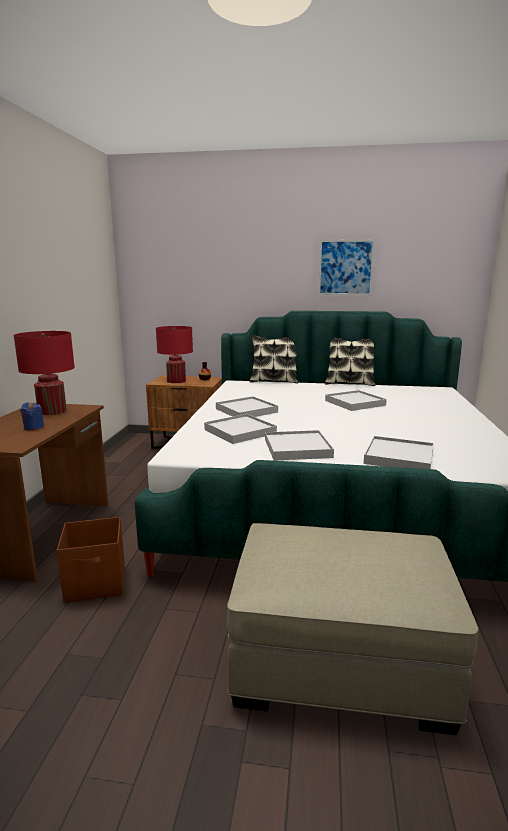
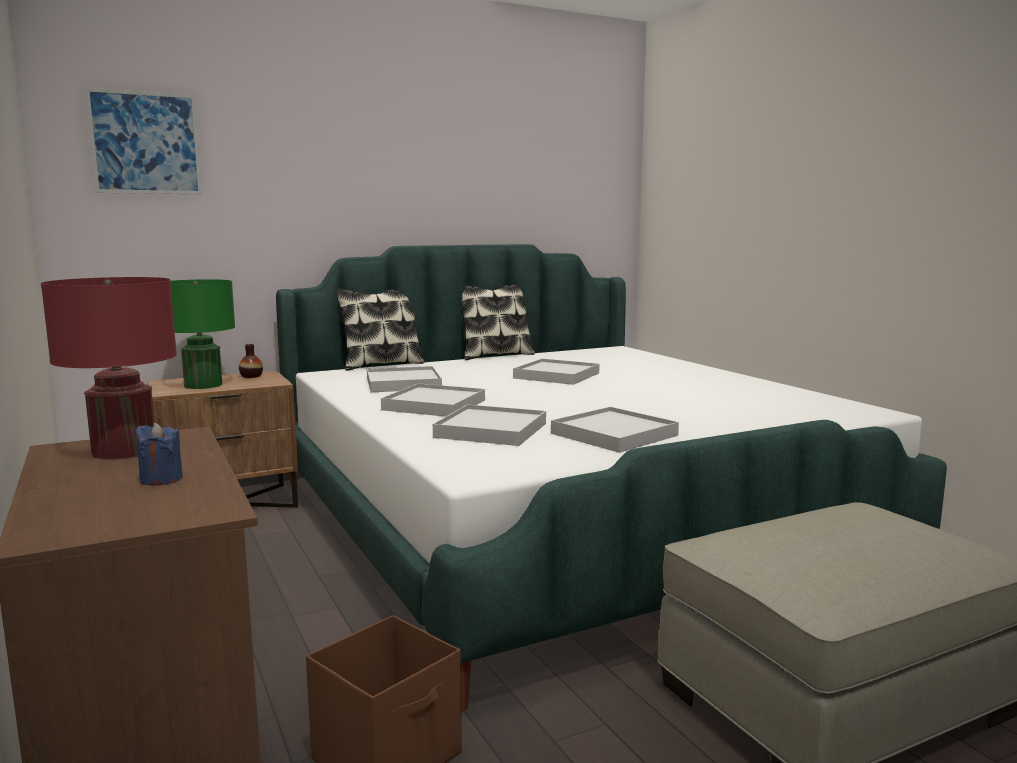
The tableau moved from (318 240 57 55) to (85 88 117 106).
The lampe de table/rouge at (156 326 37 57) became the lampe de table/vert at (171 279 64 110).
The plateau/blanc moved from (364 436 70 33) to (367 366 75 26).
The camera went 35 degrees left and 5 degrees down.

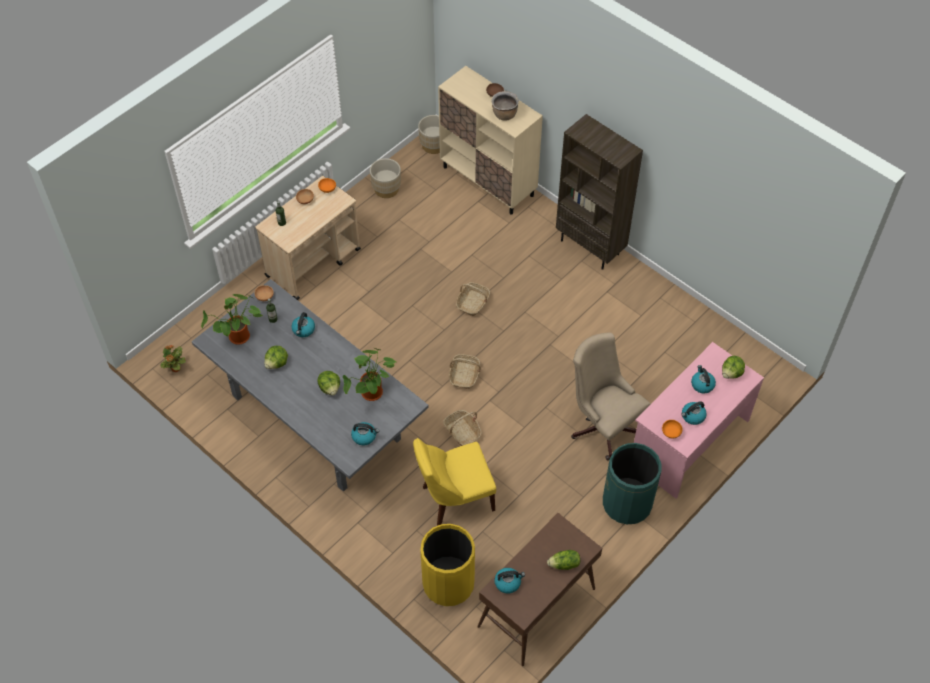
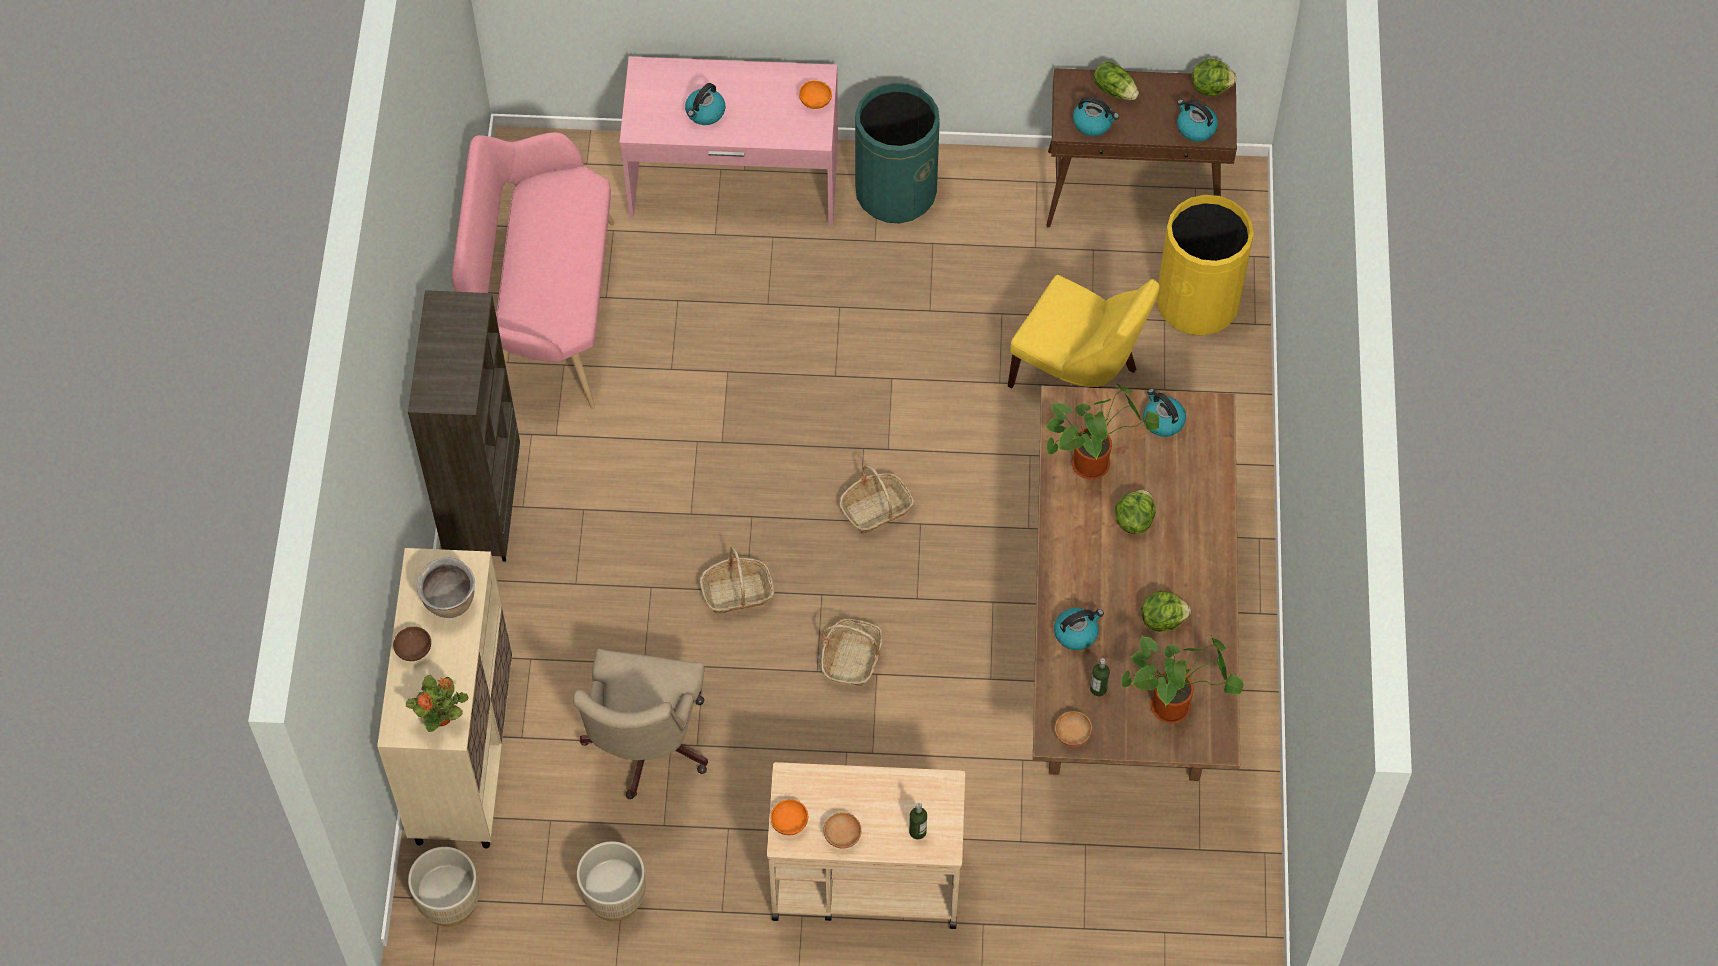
The table à manger/gris at (192 279 237 213) became the table à manger/marron at (1033 386 207 395).
The chaise de bureau/beige moved from (571 332 80 128) to (573 649 135 150).
The plante en pot moved from (160 345 26 27) to (406 674 62 58).
The laitue moved from (722 356 23 23) to (1192 58 45 38).
The bouilloire moved from (681 401 26 24) to (1073 97 46 39).
The panier moved from (443 410 39 36) to (821 619 62 67).
The banc/rose at (452 132 163 277) appeared.
The camera went 130 degrees left and 5 degrees up.

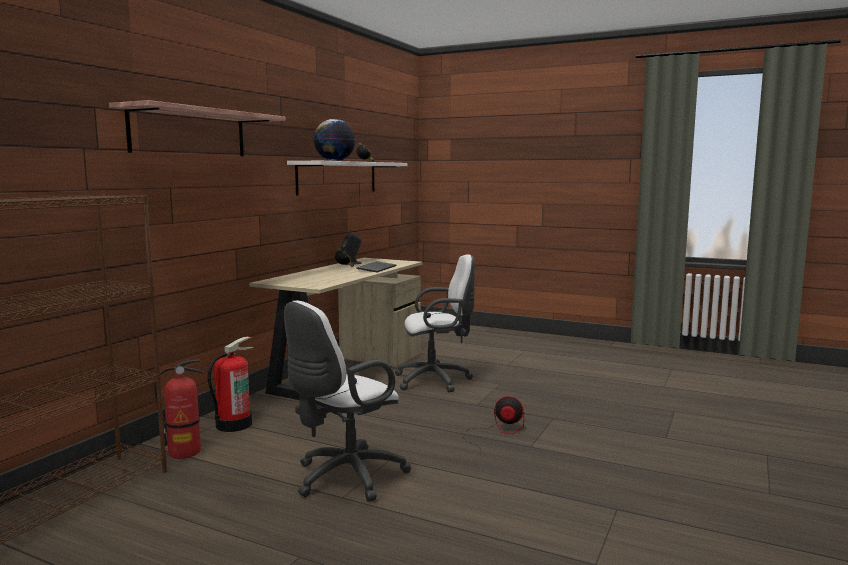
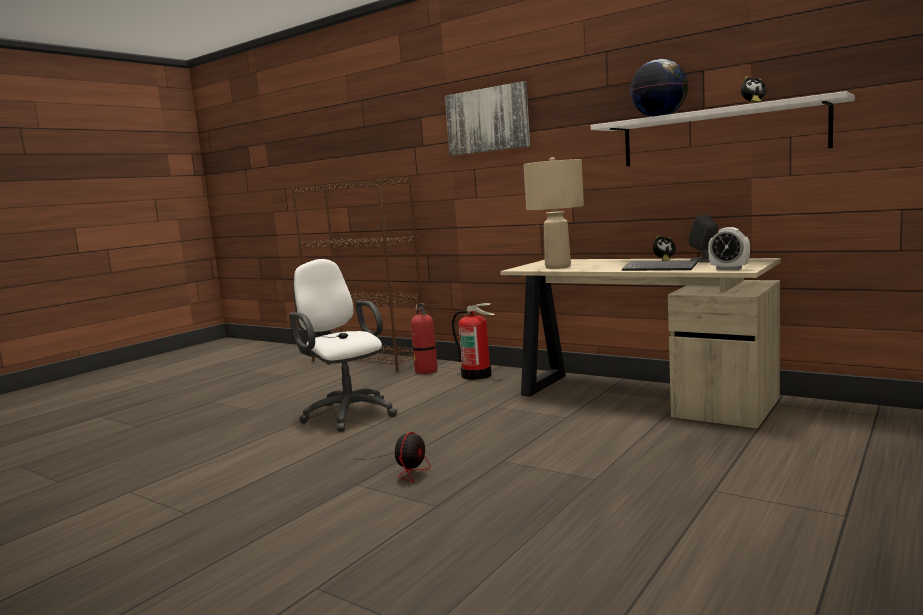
The étagère at (109 100 177 56) was replaced by the tableau at (445 81 85 74).
The chaise de bureau/blanc at (395 254 80 138) disappeared.
The lampe de table/beige at (523 157 61 112) appeared.
The réveil at (708 227 42 43) appeared.
The camera went 100 degrees right and 0 degrees up.

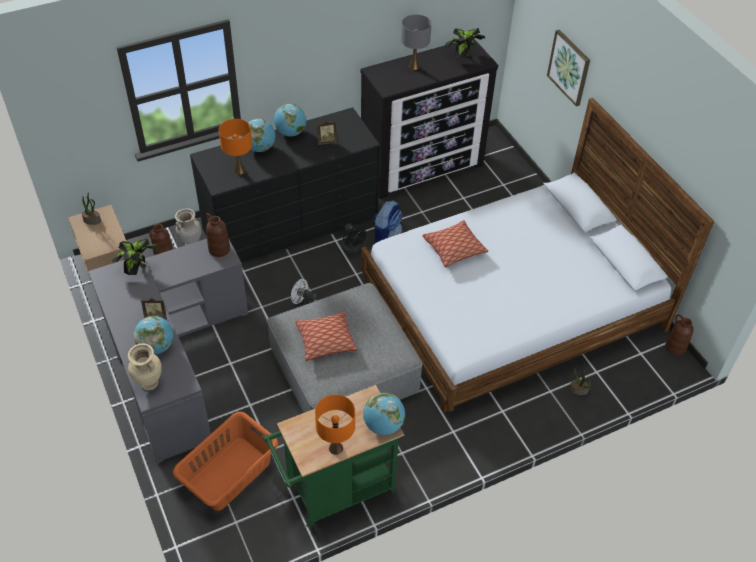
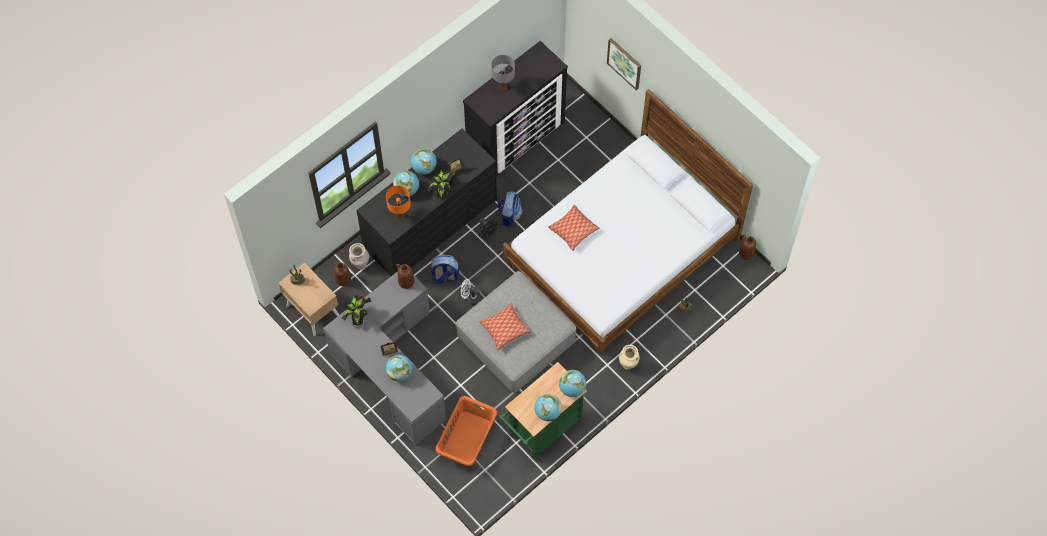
The plante en pot moved from (445 28 40 30) to (427 170 31 29).
The vase/beige moved from (128 343 34 47) to (619 345 21 25).
The lampe de table/orange at (315 395 40 60) was replaced by the globe at (535 394 27 28).
The sac à dos at (430 255 29 29) appeared.
The camera went 15 degrees left and 15 degrees up.

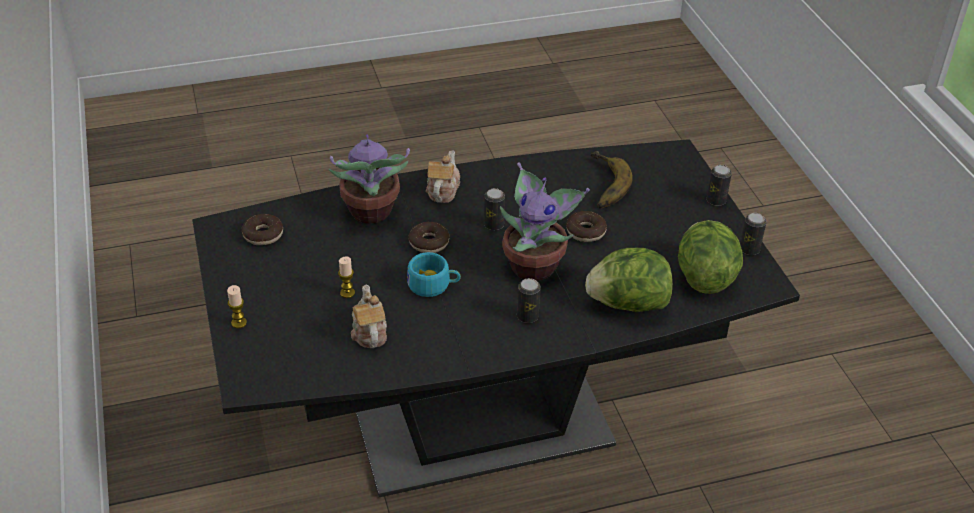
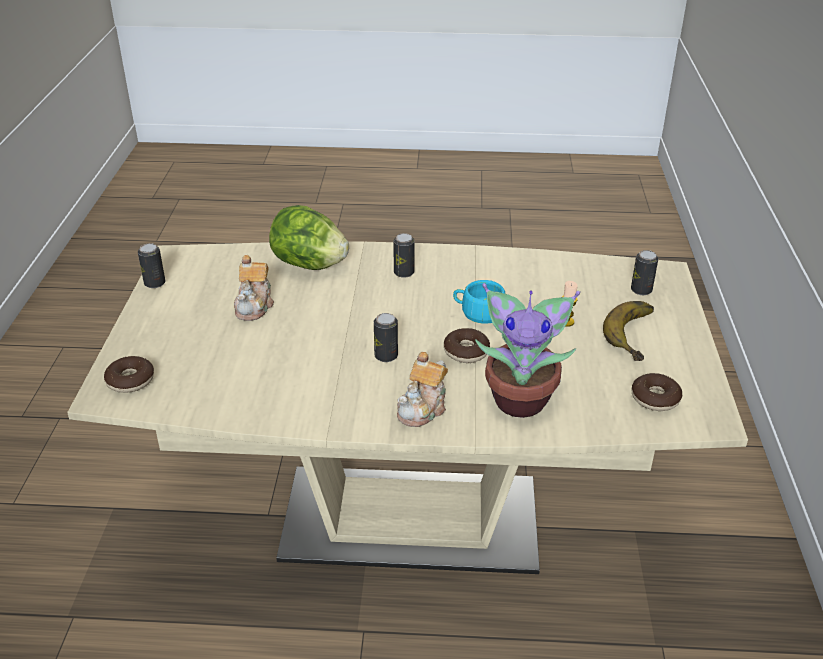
The table à manger/noir at (192 139 608 358) became the table à manger/beige at (67 242 681 332).
The banane moved from (591 151 42 57) to (603 301 51 60).
The plante en pot at (500 162 90 119) disappeared.
The boîte métallique moved from (707 165 25 41) to (631 250 27 45).
The beignet moved from (566 211 41 31) to (104 356 50 37).
The laitue at (678 220 65 74) disappeared.
The bougie at (227 285 20 43) disappeared.
The théière moved from (351 285 36 63) to (234 255 40 66).
The camera went 160 degrees left and 5 degrees down.

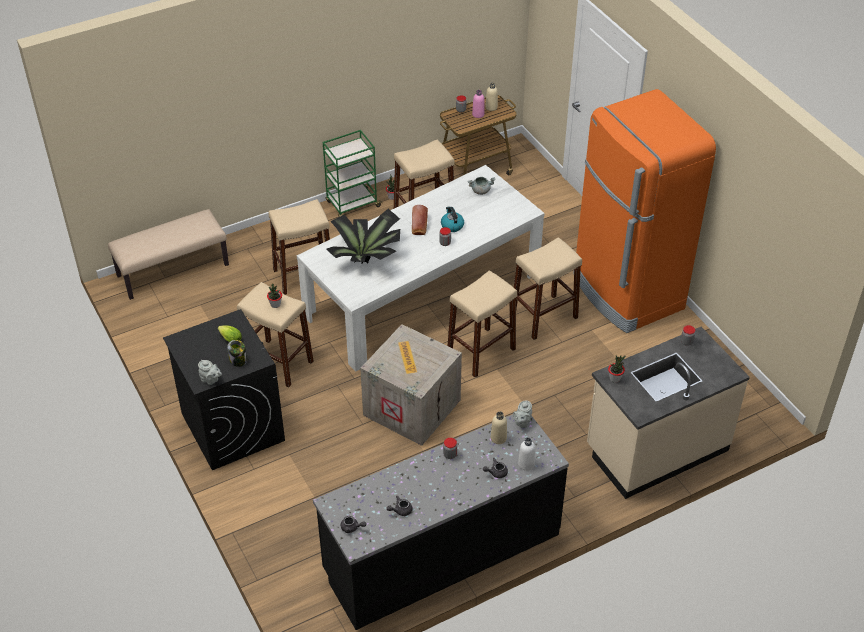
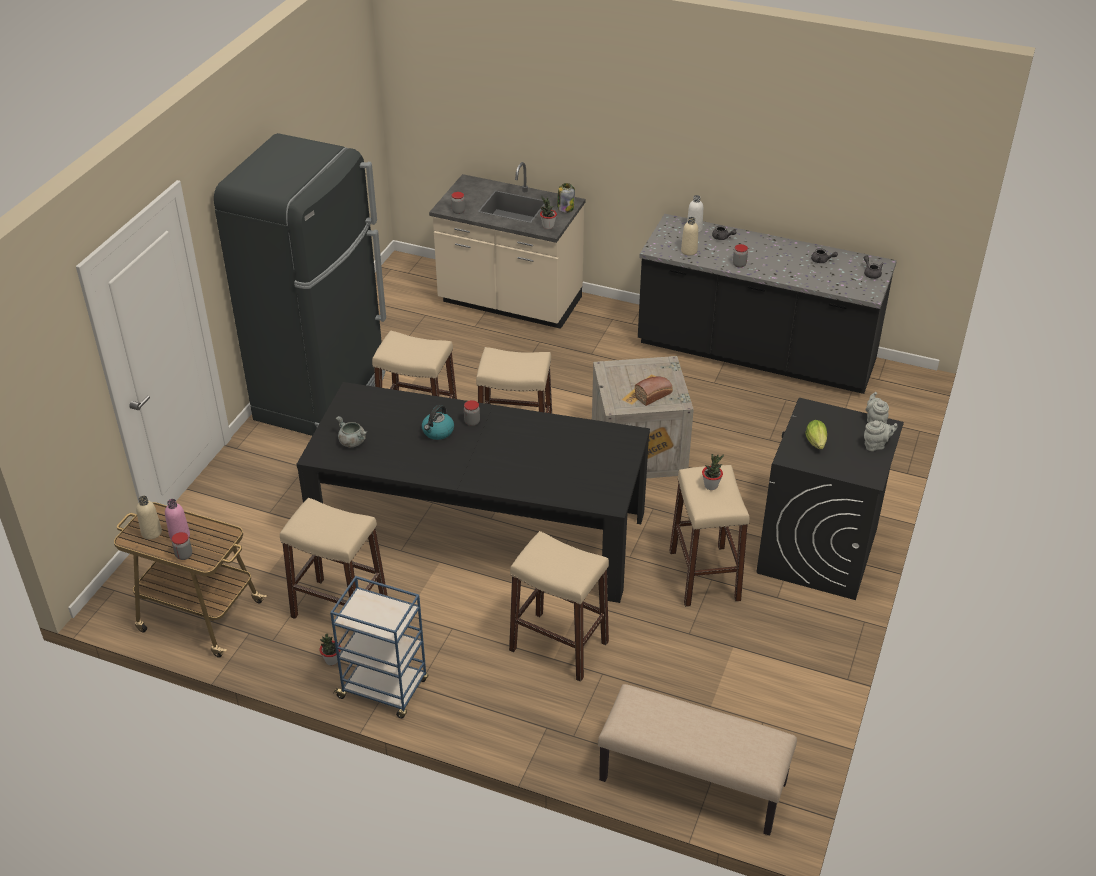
The réfrigérateur/orange at (573 89 143 244) became the réfrigérateur/noir at (214 133 172 303).
The chariot/vert at (323 130 58 87) became the chariot/bleu at (330 576 98 142).
The table à manger/blanc at (297 165 248 207) became the table à manger/noir at (296 382 354 221).
The pain moved from (412 205 16 30) to (635 376 38 30).
The plante en pot at (326 209 74 56) disappeared.
The bocal moved from (227 340 20 27) to (557 183 18 30).
The théière/gris moved from (513 400 19 28) to (864 420 34 31).
The camera went 130 degrees left and 5 degrees down.

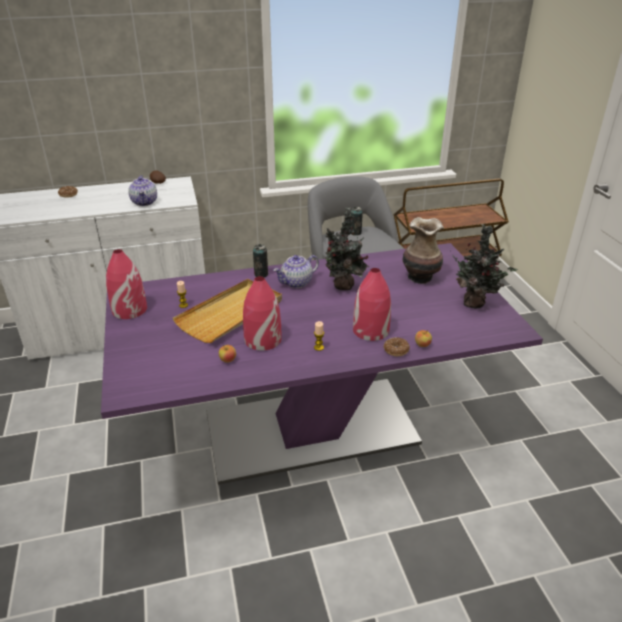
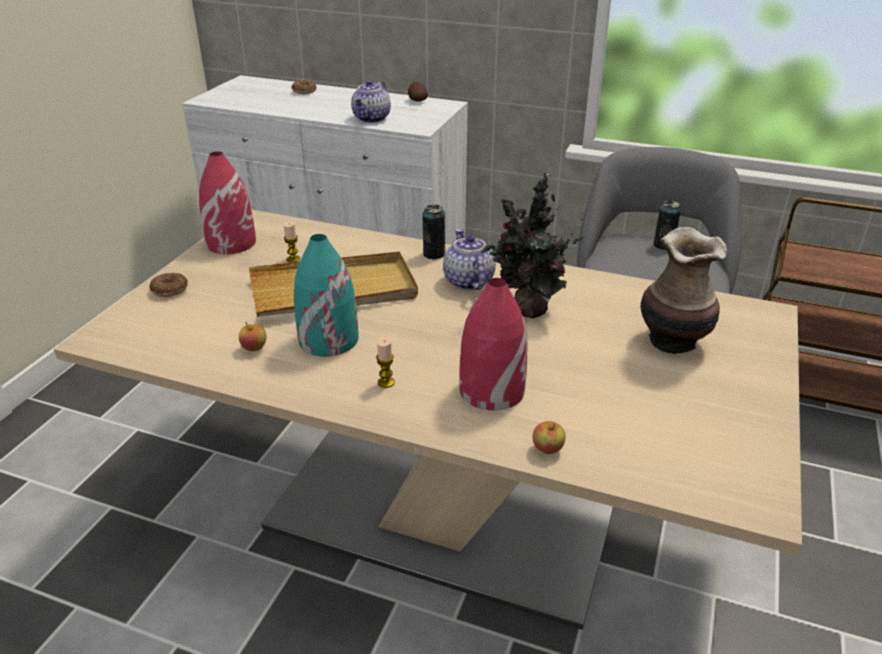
The plante en pot at (450 224 67 84) disappeared.
The table à manger/violet at (101 243 442 242) became the table à manger/beige at (54 209 748 421).
The théière at (273 255 46 33) turned 75 degrees clockwise.
The vase/rouge at (243 276 39 75) became the vase/turquoise at (294 234 64 123).
The beignet moved from (384 337 26 19) to (150 273 38 24).
The camera went 35 degrees right and 0 degrees up.

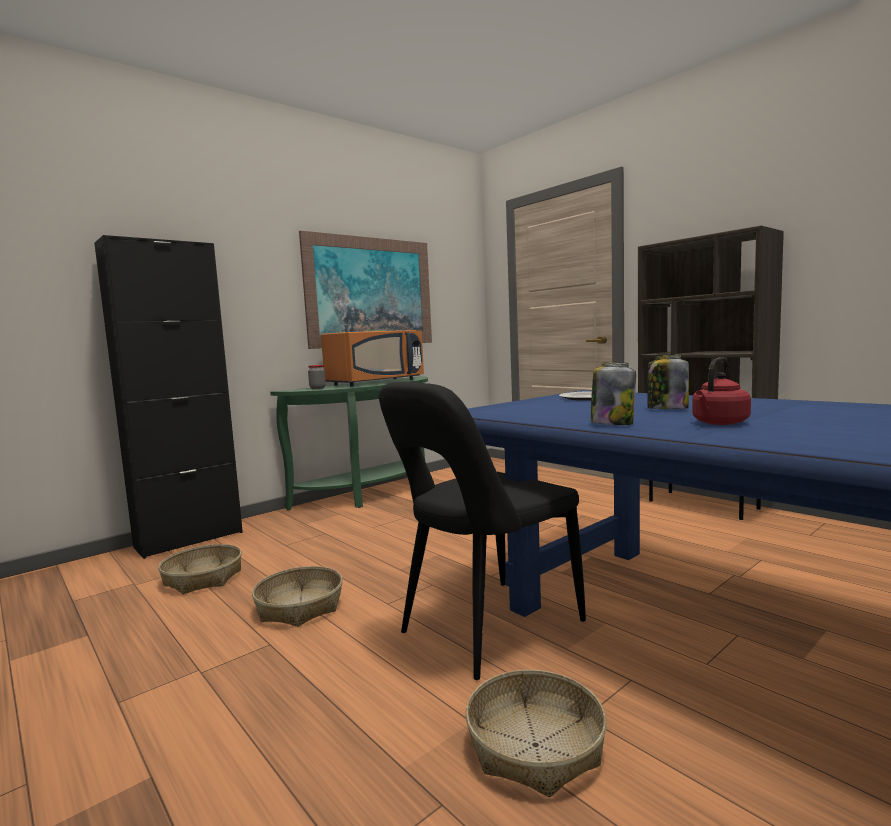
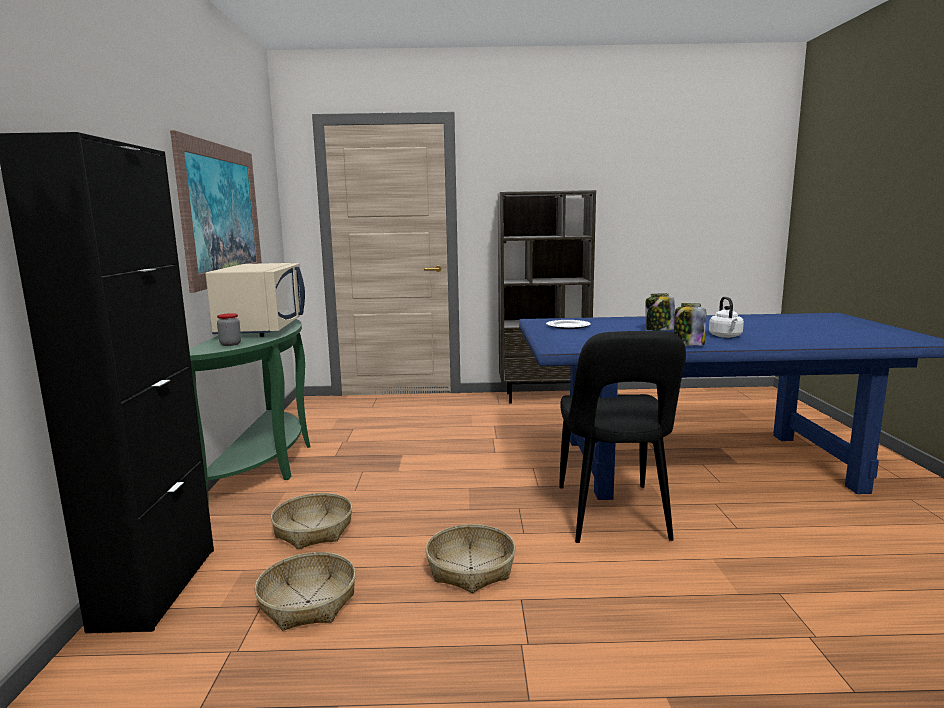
The micro-ondes/orange at (321 330 103 56) became the micro-ondes/beige at (206 263 99 74).
The bouilloire/rouge at (692 357 59 68) became the bouilloire/blanc at (709 297 35 41).
The panier moved from (466 670 141 127) to (271 493 82 56).
The camera went 50 degrees left and 5 degrees up.

